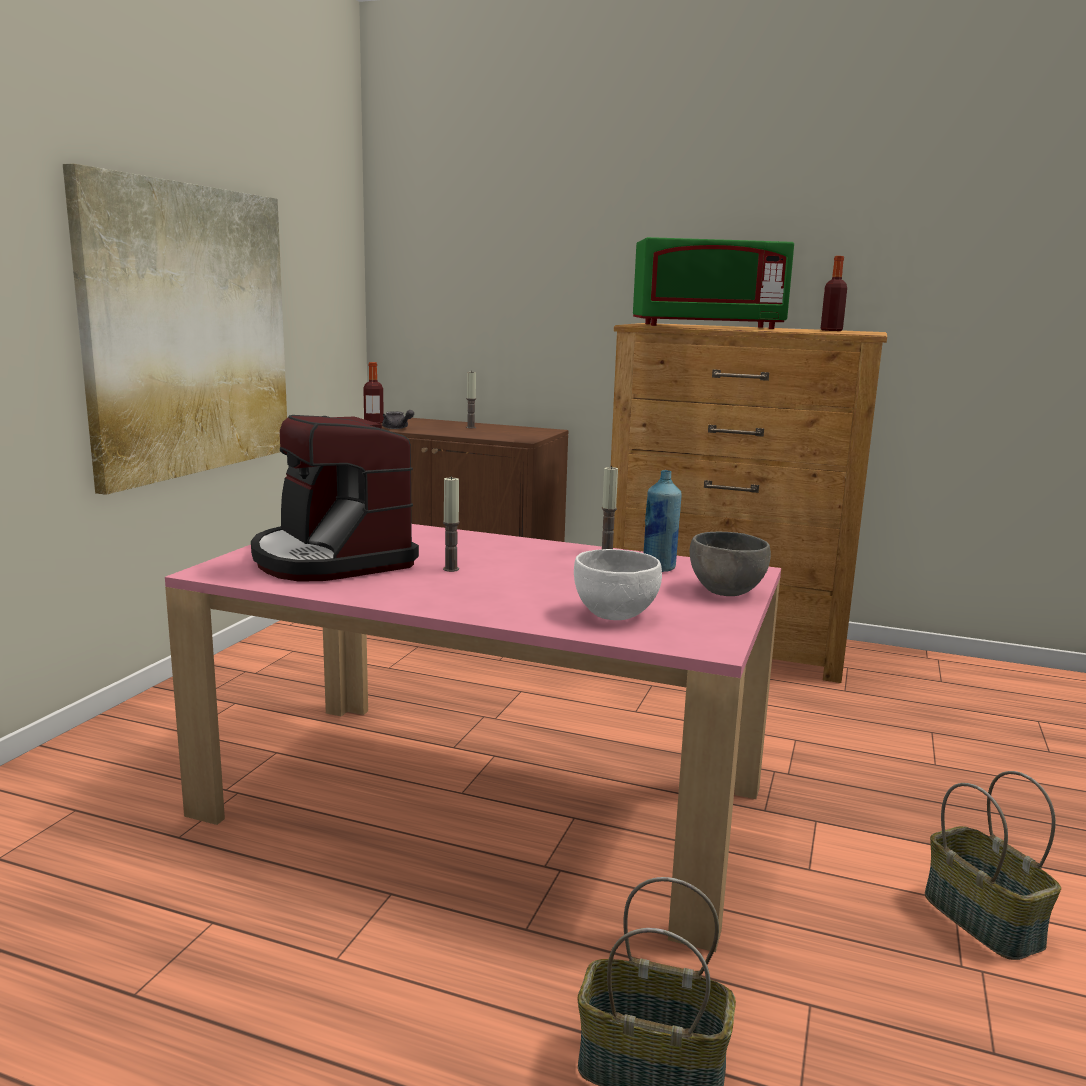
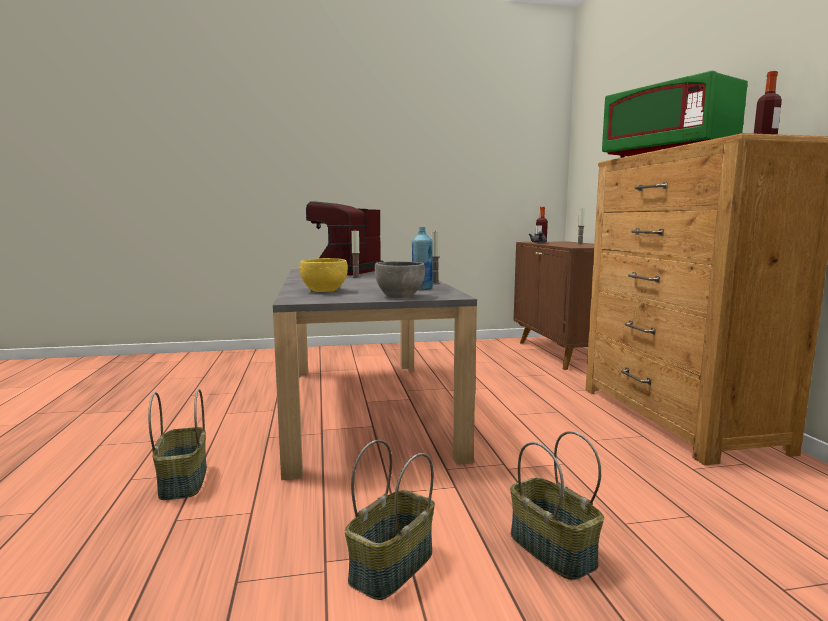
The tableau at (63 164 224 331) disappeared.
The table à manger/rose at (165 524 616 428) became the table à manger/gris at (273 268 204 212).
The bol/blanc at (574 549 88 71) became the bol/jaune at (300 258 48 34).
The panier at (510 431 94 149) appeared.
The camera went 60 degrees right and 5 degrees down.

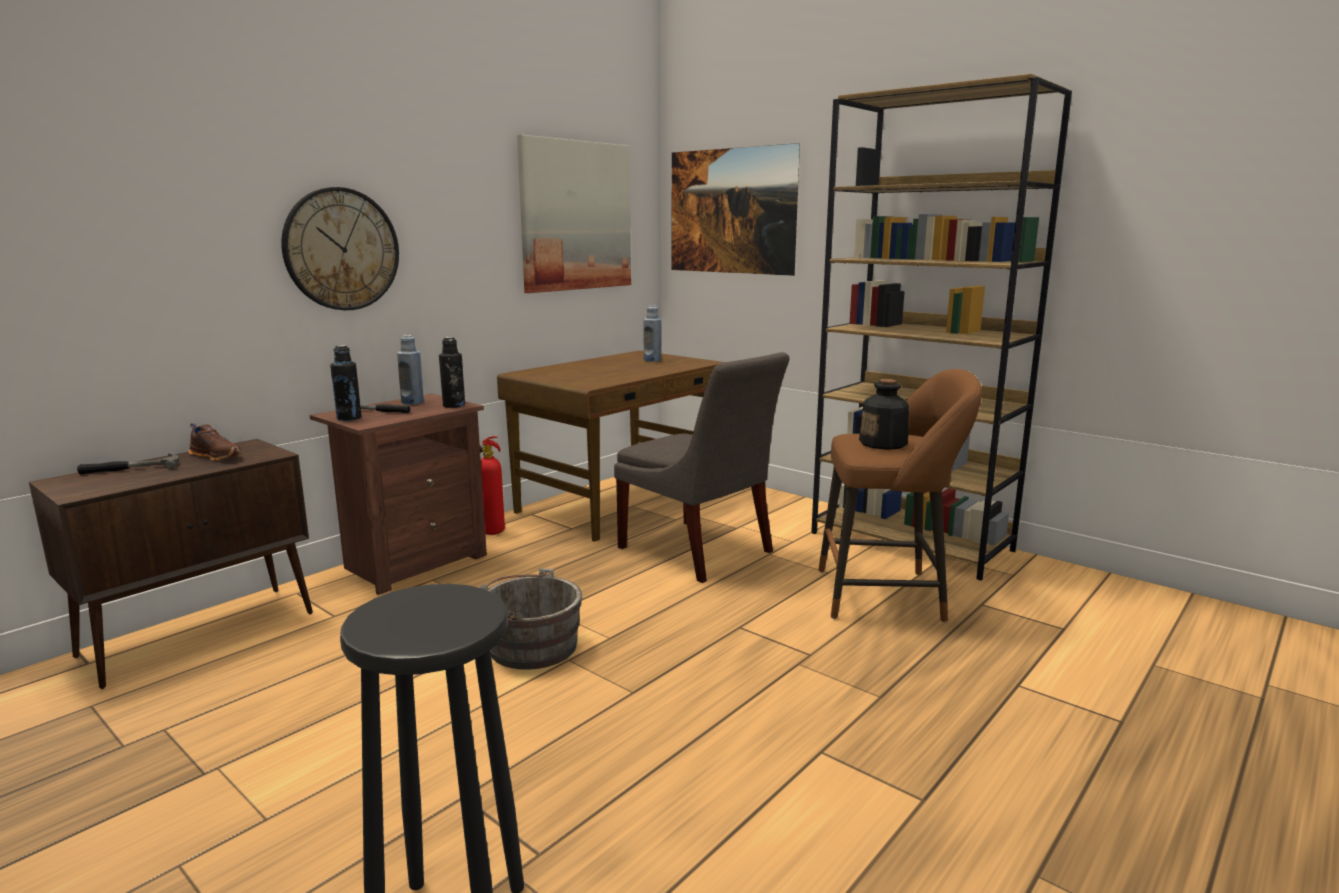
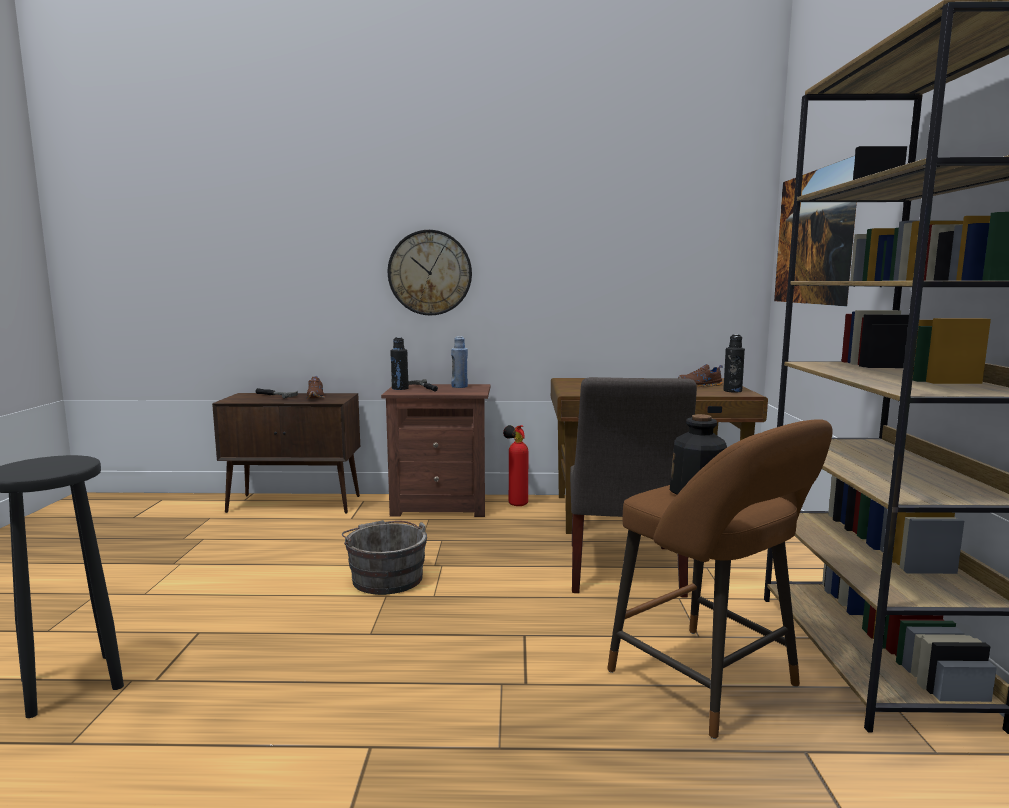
The tableau at (517 135 114 158) disappeared.
The bouteille/bleu at (643 305 18 57) was replaced by the chaussure/marron at (678 364 45 23).
The bouteille/noir moved from (439 337 26 71) to (723 334 22 59).
The camera went 50 degrees right and 5 degrees down.

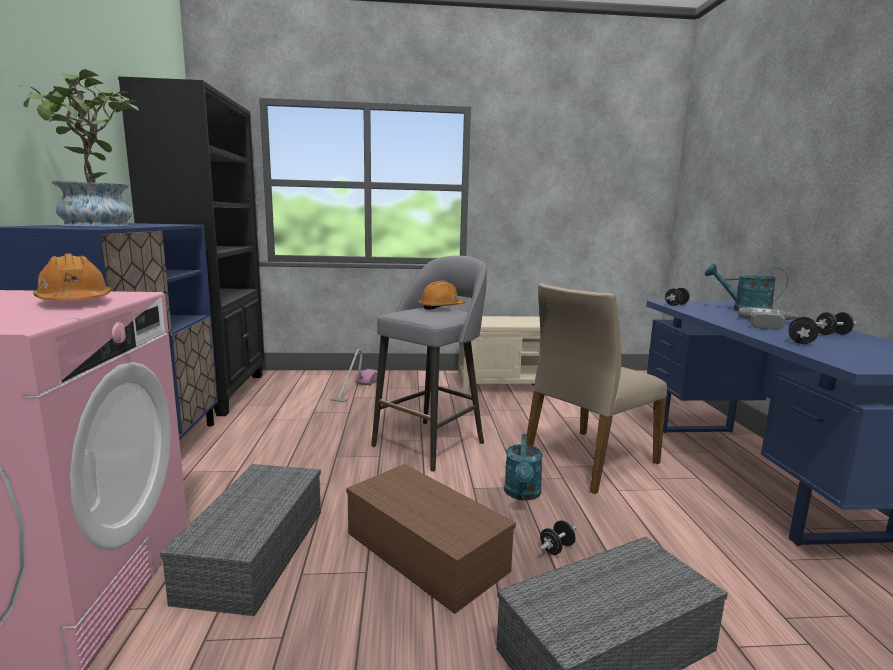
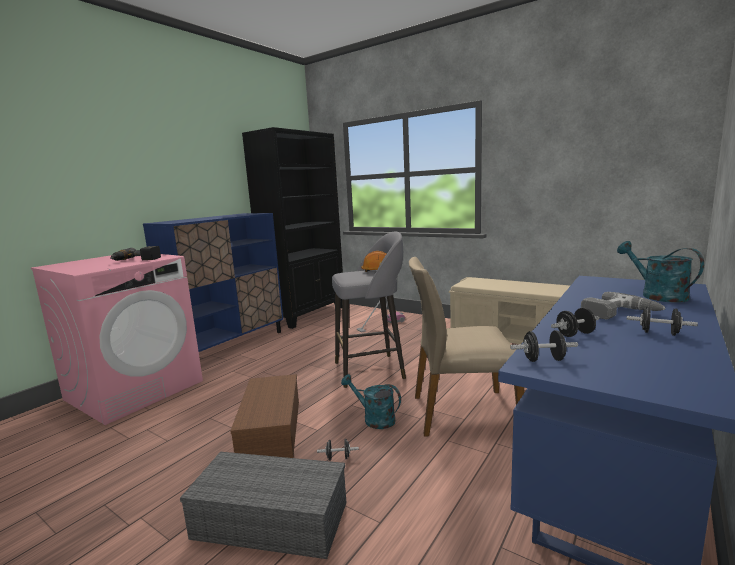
The plante en pot at (18 69 121 157) disappeared.
The casque de chantier/orange at (33 253 78 47) was replaced by the perceuse at (111 246 50 15).
The haltère/noir moved from (665 288 25 18) to (510 330 68 32).
The arrosoir/turquoise at (504 434 39 67) turned 75 degrees clockwise.
The boîte de rangement/gris at (160 464 161 152) disappeared.
The camera went 40 degrees right and 0 degrees up.

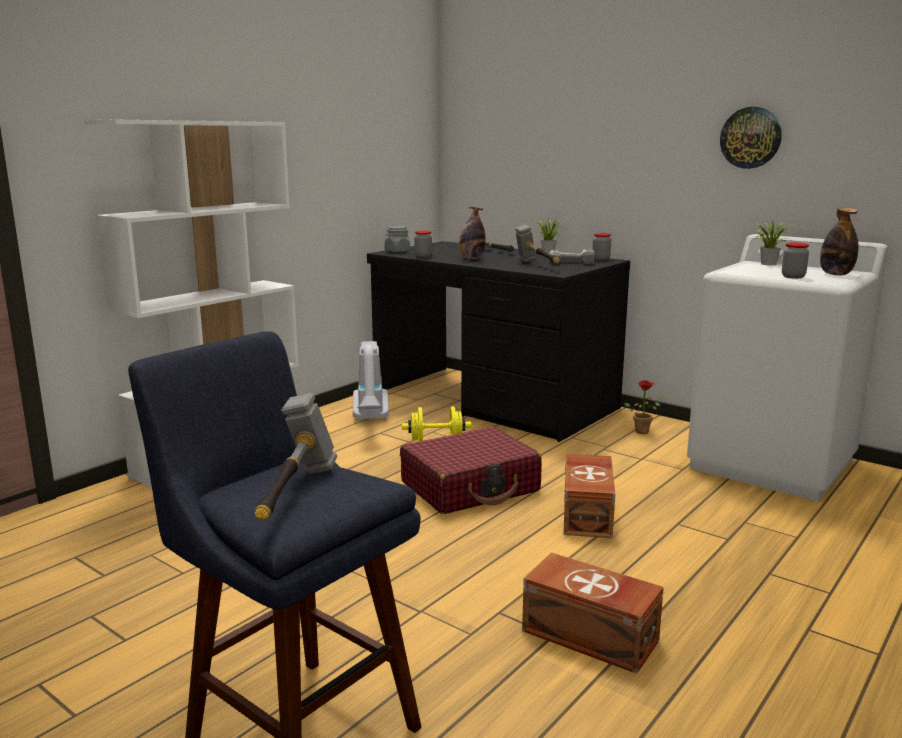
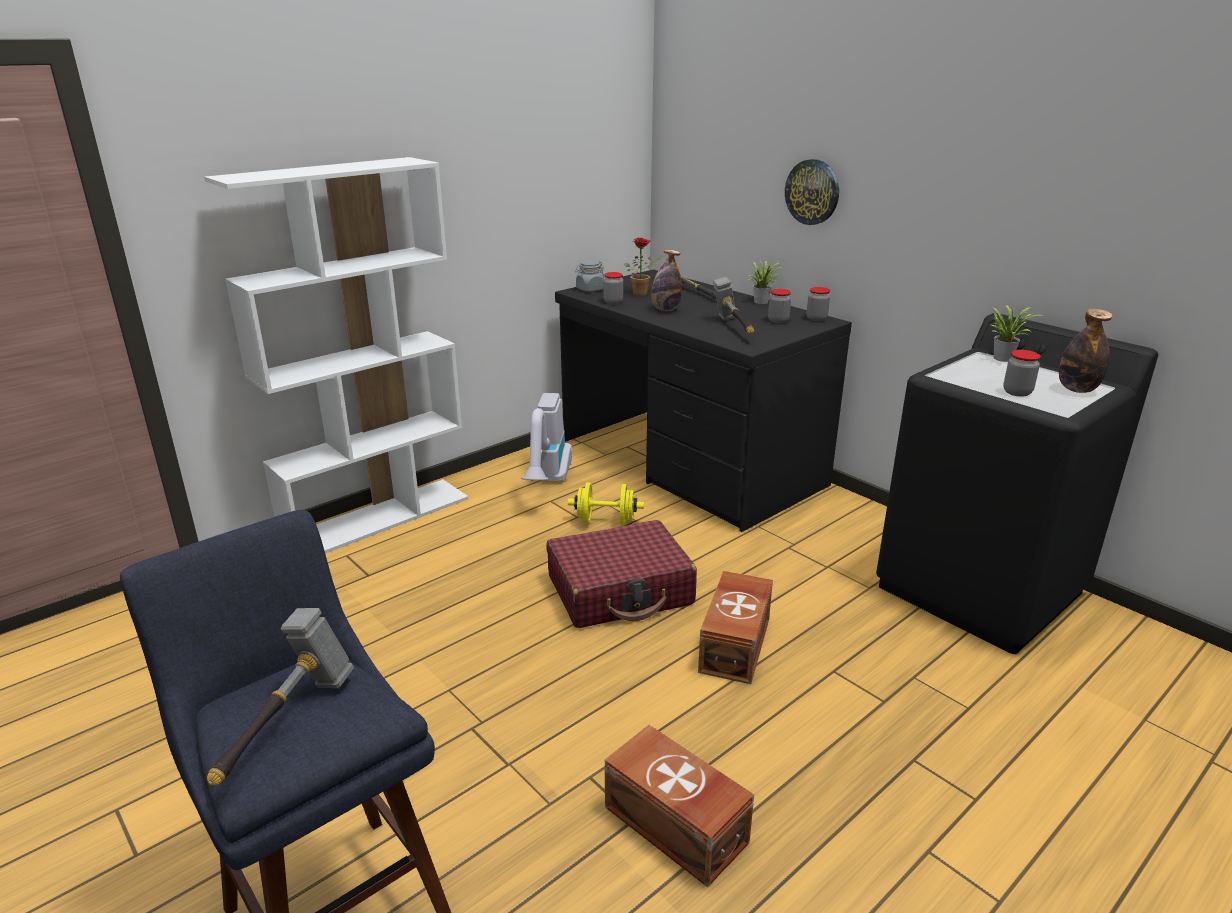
The horloge murale moved from (720 107 62 62) to (785 159 54 66).
The lave-linge/blanc at (687 234 201 267) became the lave-linge/noir at (876 313 282 341).
The perceuse at (549 249 46 15) was replaced by the bocal at (768 289 23 35).
The plante en pot moved from (624 380 40 54) to (624 238 39 58).
The camera went 10 degrees right and 10 degrees up.

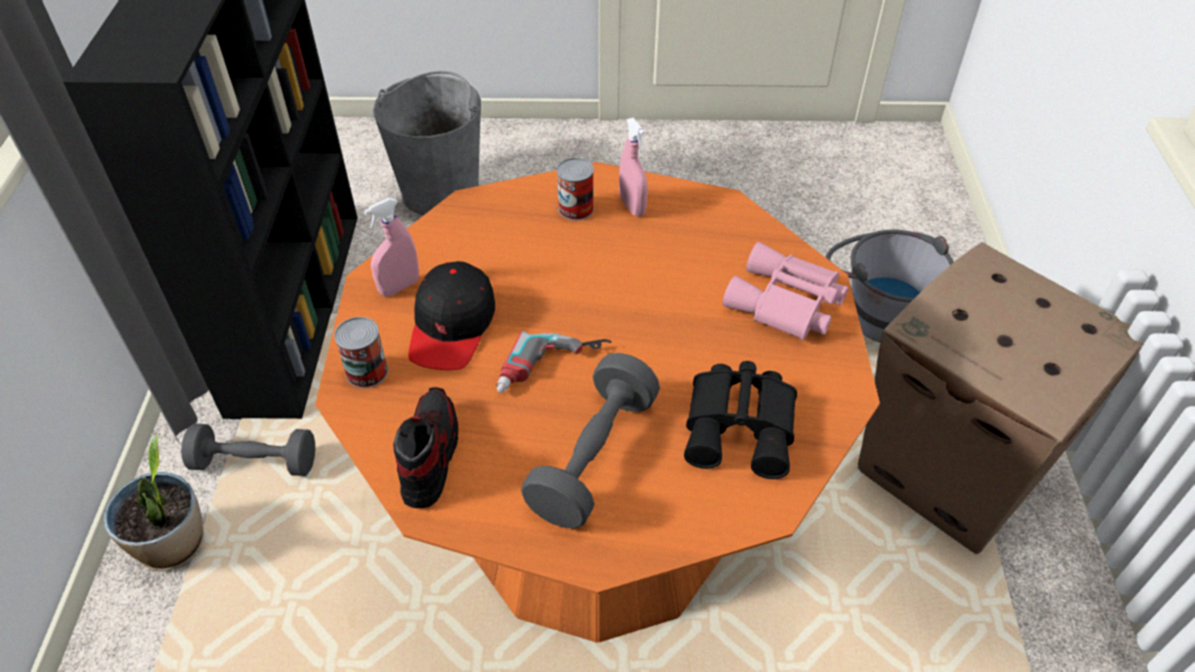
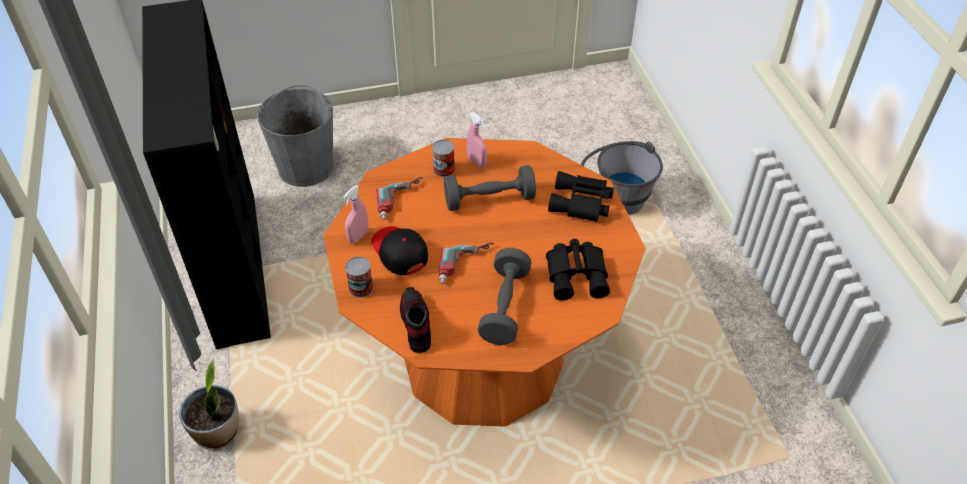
The jumelles/rose at (723 242 125 98) became the jumelles/noir at (548 171 66 51).
The carton at (858 242 285 312) disappeared.
The casquette/noir at (408 261 87 109) turned 150 degrees clockwise.
The haltère/gris moved from (181 423 134 53) to (444 165 92 46).
The perceuse at (376 177 47 43) appeared.
The camera went 15 degrees left and 0 degrees up.

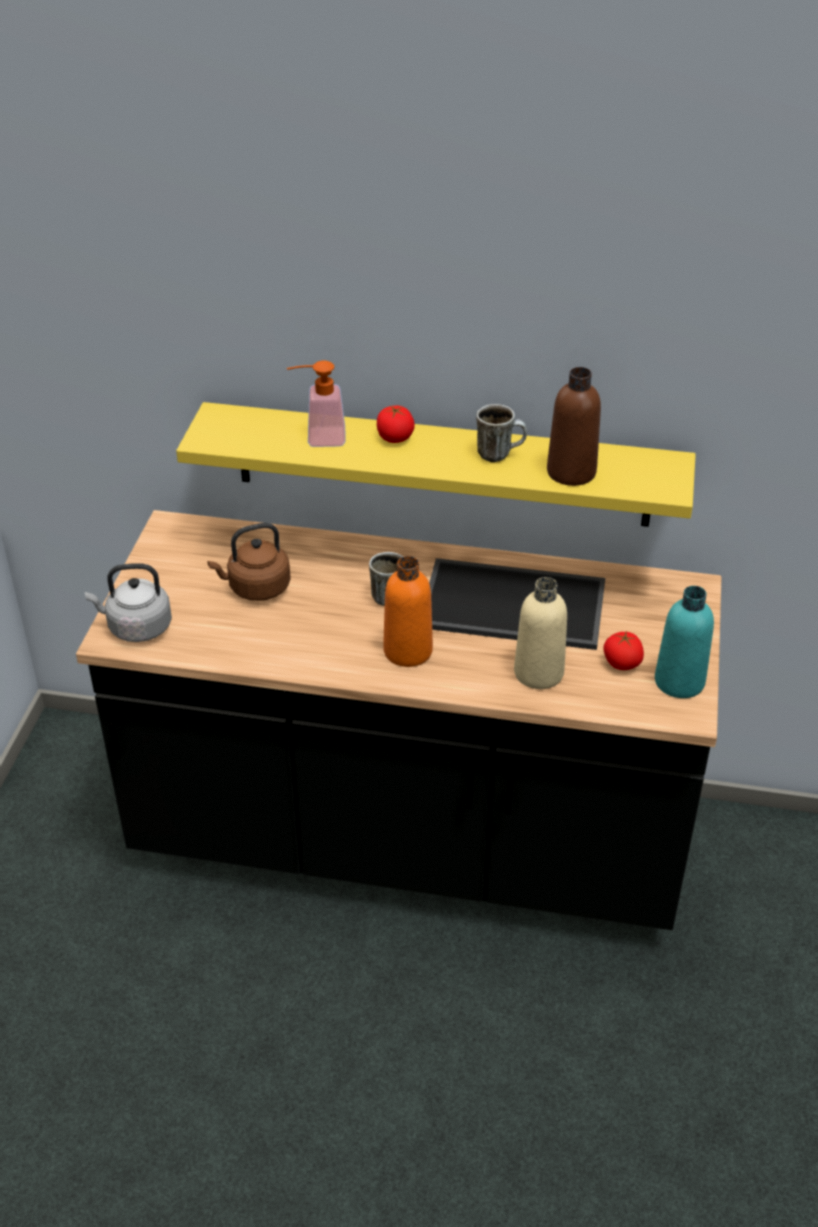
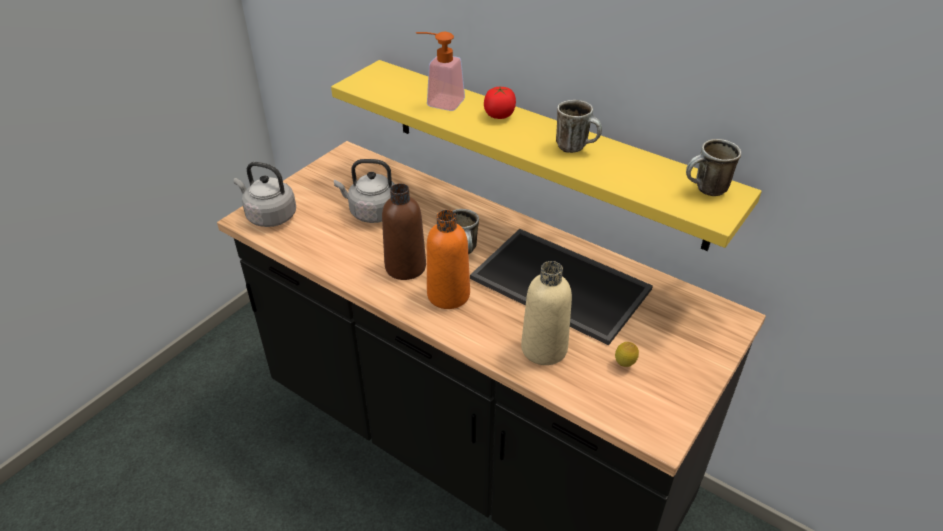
The bouteille/marron moved from (547 367 54 119) to (382 183 44 97).
The bouilloire/marron at (207 523 84 78) became the bouilloire/gris at (334 159 61 64).
The bouteille/turquoise at (655 586 59 112) disappeared.
The tomate at (603 630 41 40) was replaced by the citron at (615 342 24 25).
The mug at (686 139 55 57) appeared.
The camera went 25 degrees right and 0 degrees up.

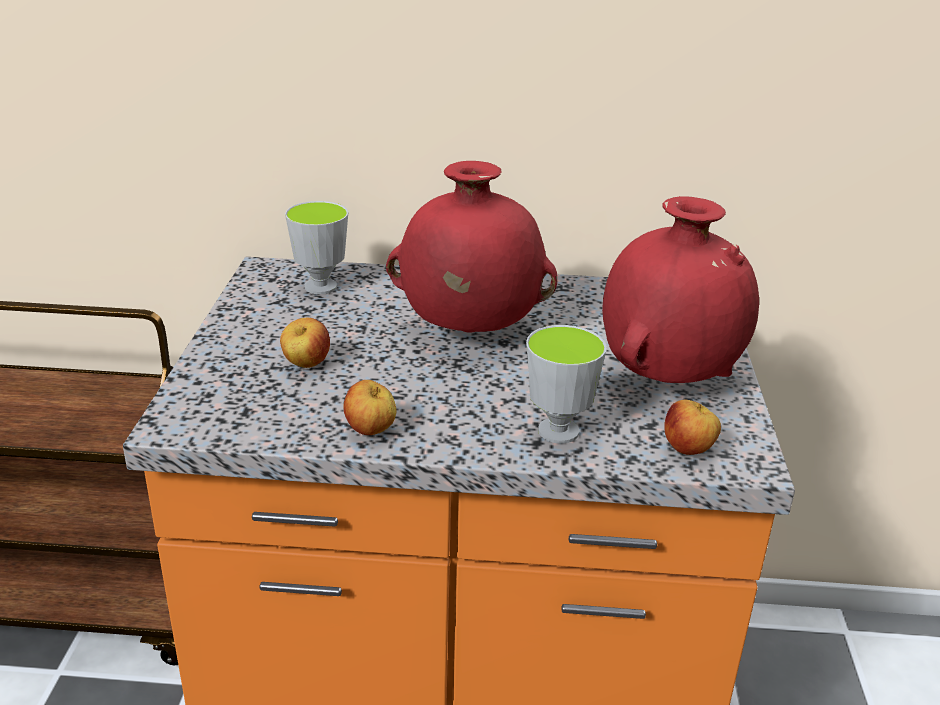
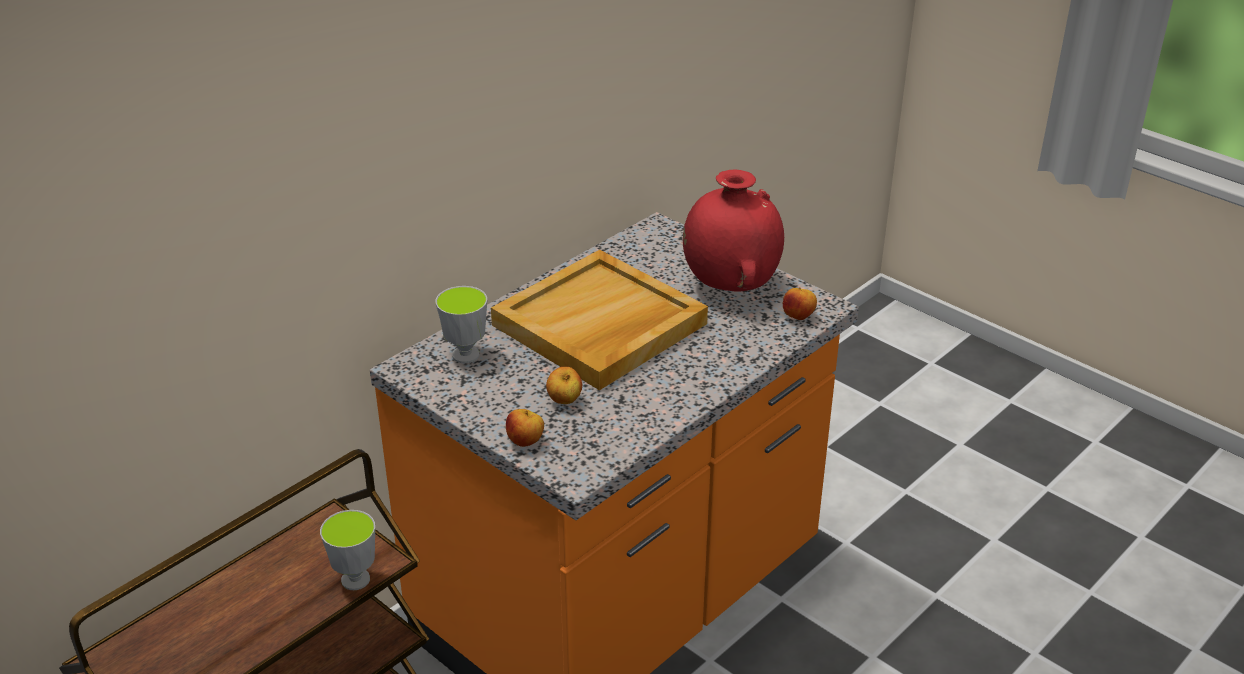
The vase/rouge at (386 161 172 172) was replaced by the plateau/beige at (491 250 217 140).
The tasse moved from (526 325 81 119) to (320 510 55 80).
The pomme moved from (343 380 53 55) to (506 409 38 38).
The camera went 50 degrees left and 5 degrees up.

